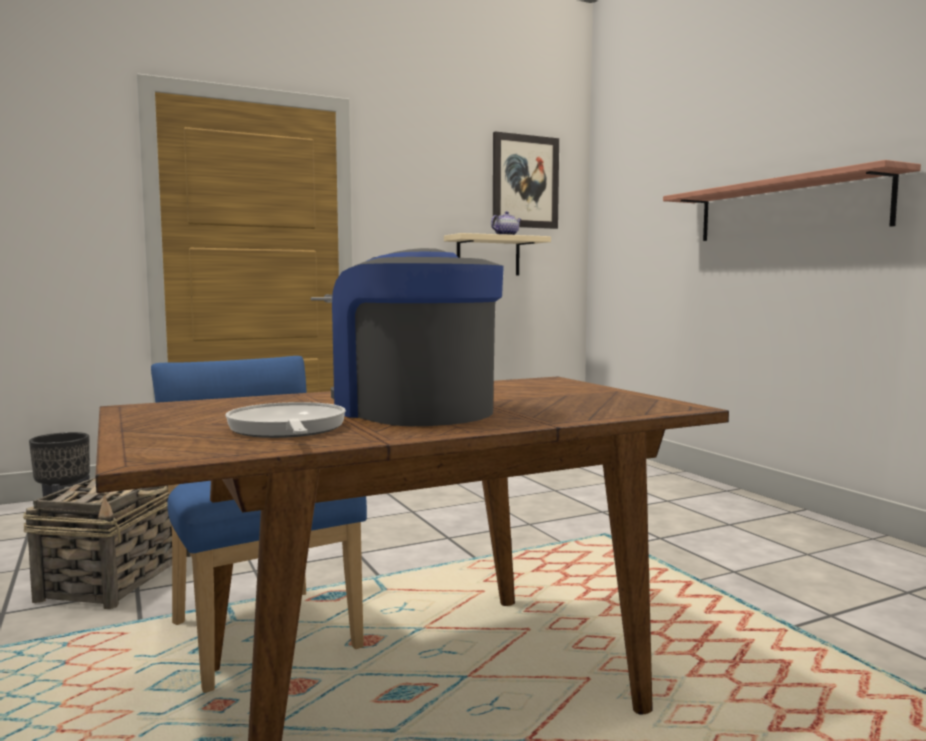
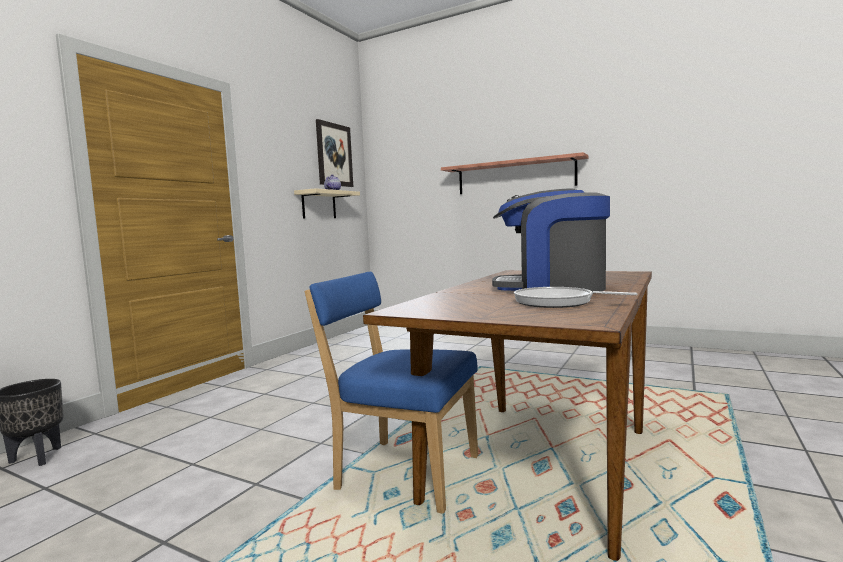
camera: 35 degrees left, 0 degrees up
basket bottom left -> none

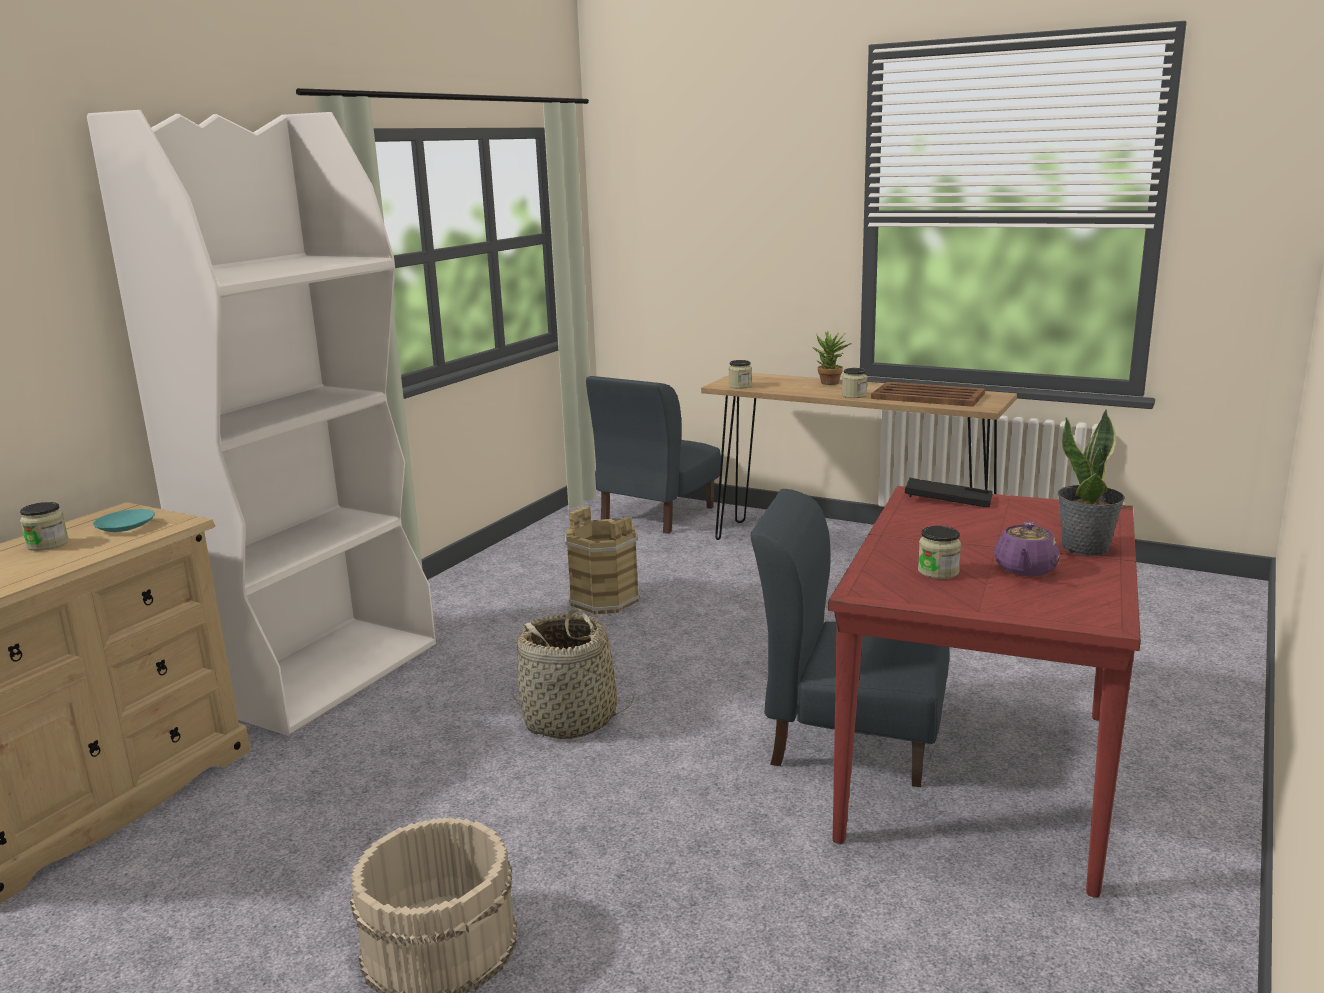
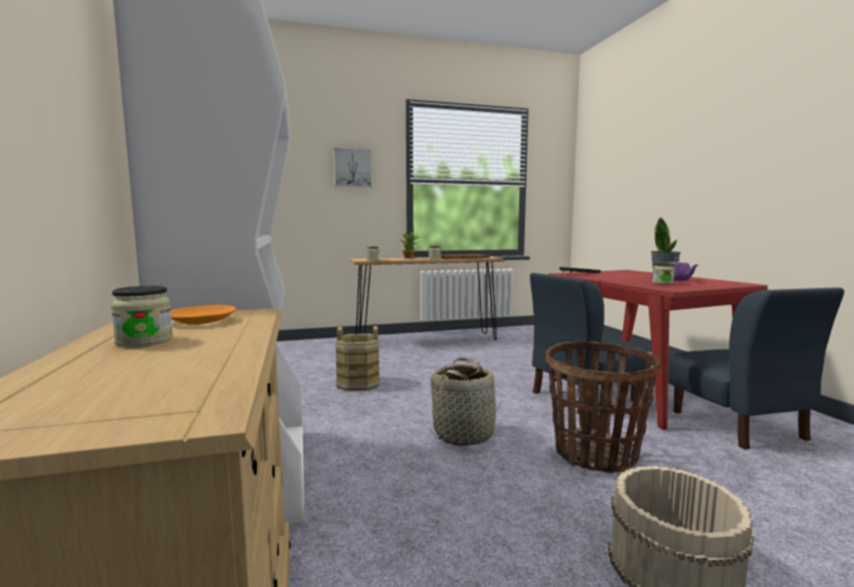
camera: 45 degrees left, 10 degrees down
bluish plain chair (1st from left in the first image) centre -> bluish plain chair (2nd from left) middle right, move
turquoise-coloured flat dish middle left -> orange-coloured flat dish middle left
none -> picture top centre
none -> basket (2nd from left) bottom right

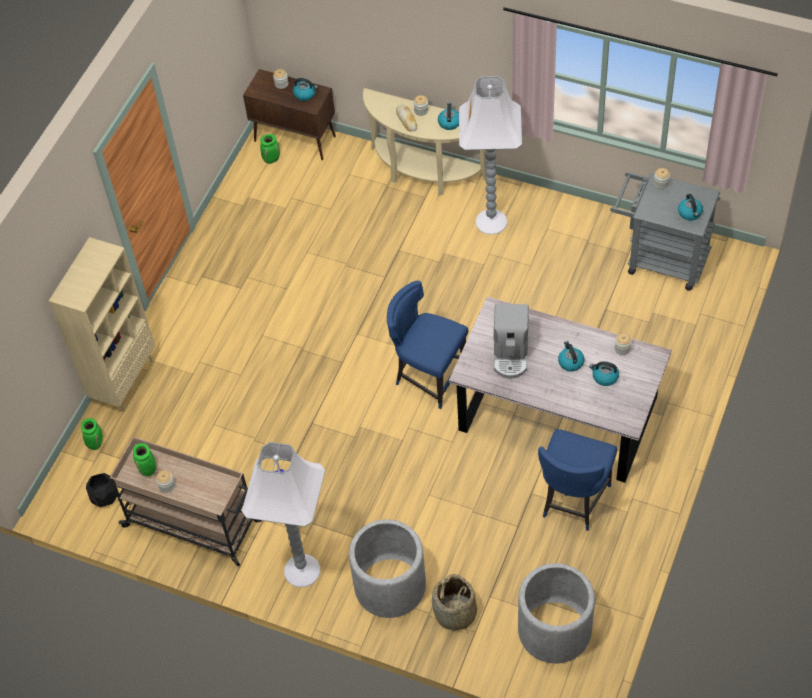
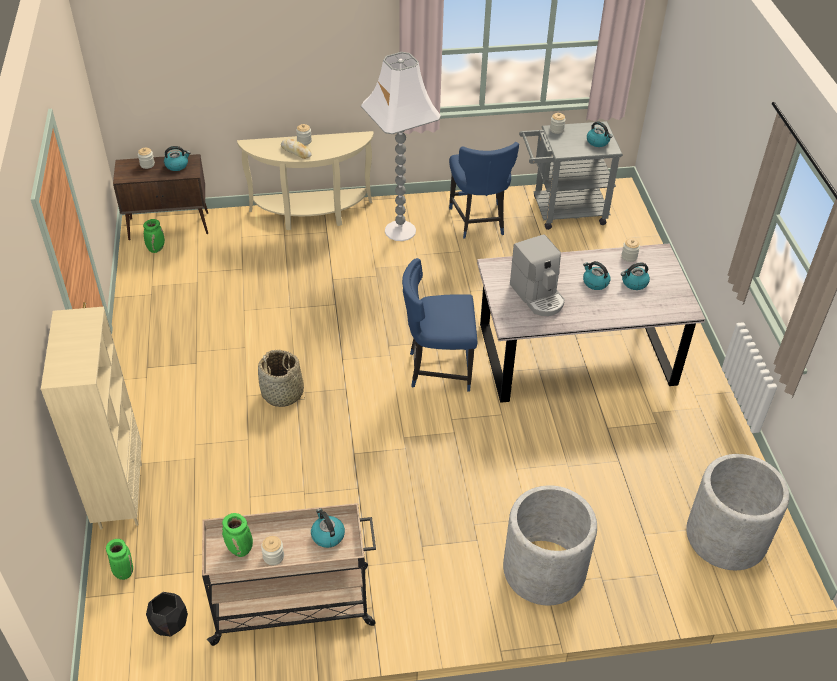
camera: 35 degrees left, 10 degrees down
kettle (2nd from left) top centre -> kettle (2nd from left) bottom centre, move
bluish plain chair (2nd from left) bottom right -> bluish plain chair (2nd from left) top centre, move
white floor lamp (1st from left) bottom centre -> none
basket bottom centre -> basket centre, move

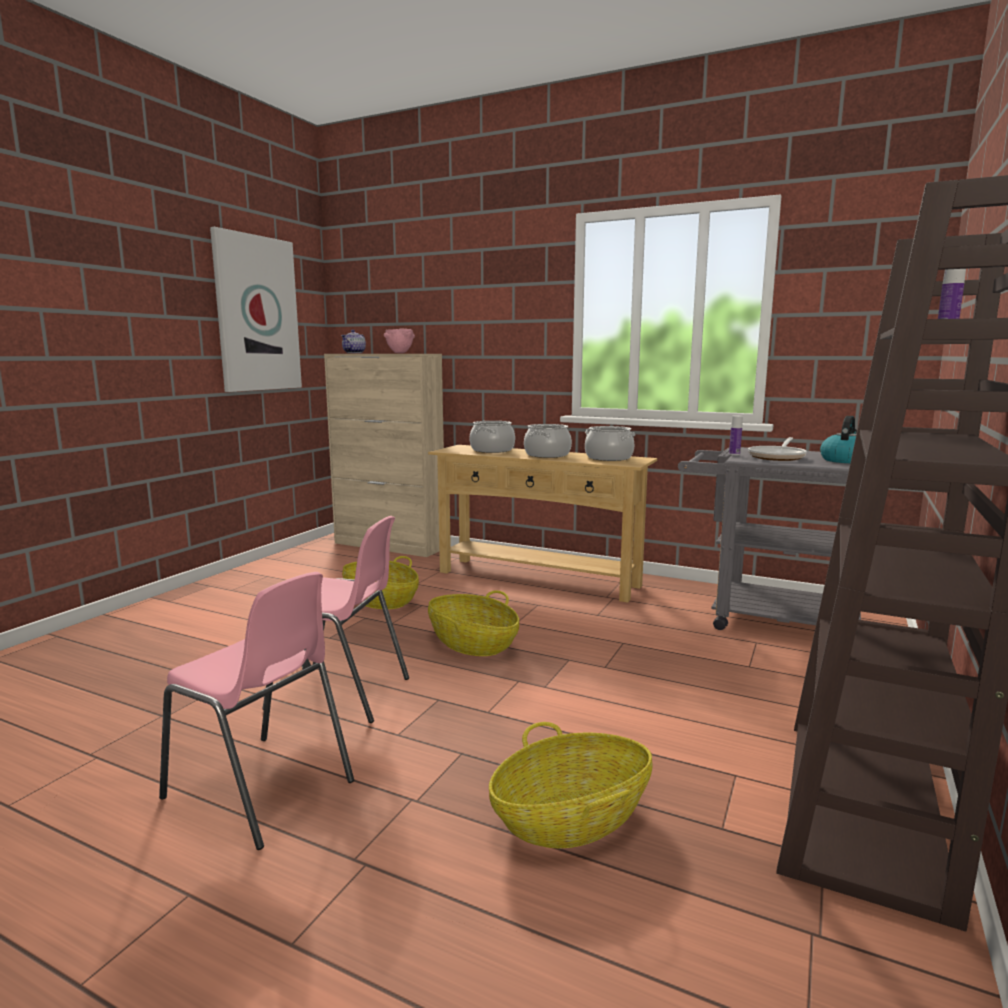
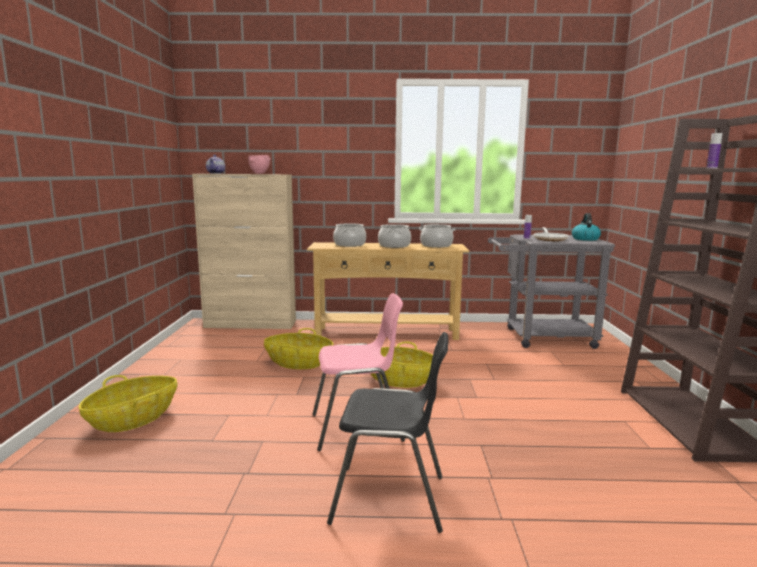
camera: 25 degrees left, 0 degrees up
picture top left -> none
pink-coloured plain chair (1st from left) bottom left -> black-coloured plain chair bottom centre
basket (3rd from left in the first image) bottom centre -> basket (1st from left) bottom left, move

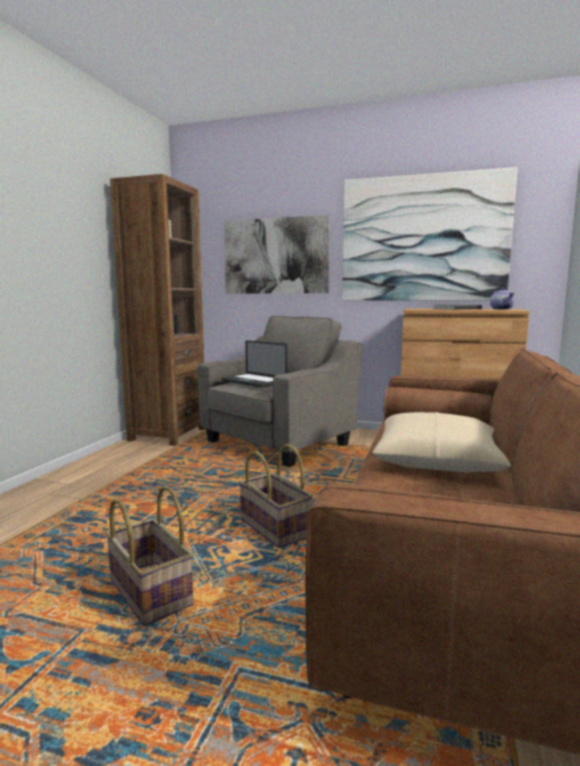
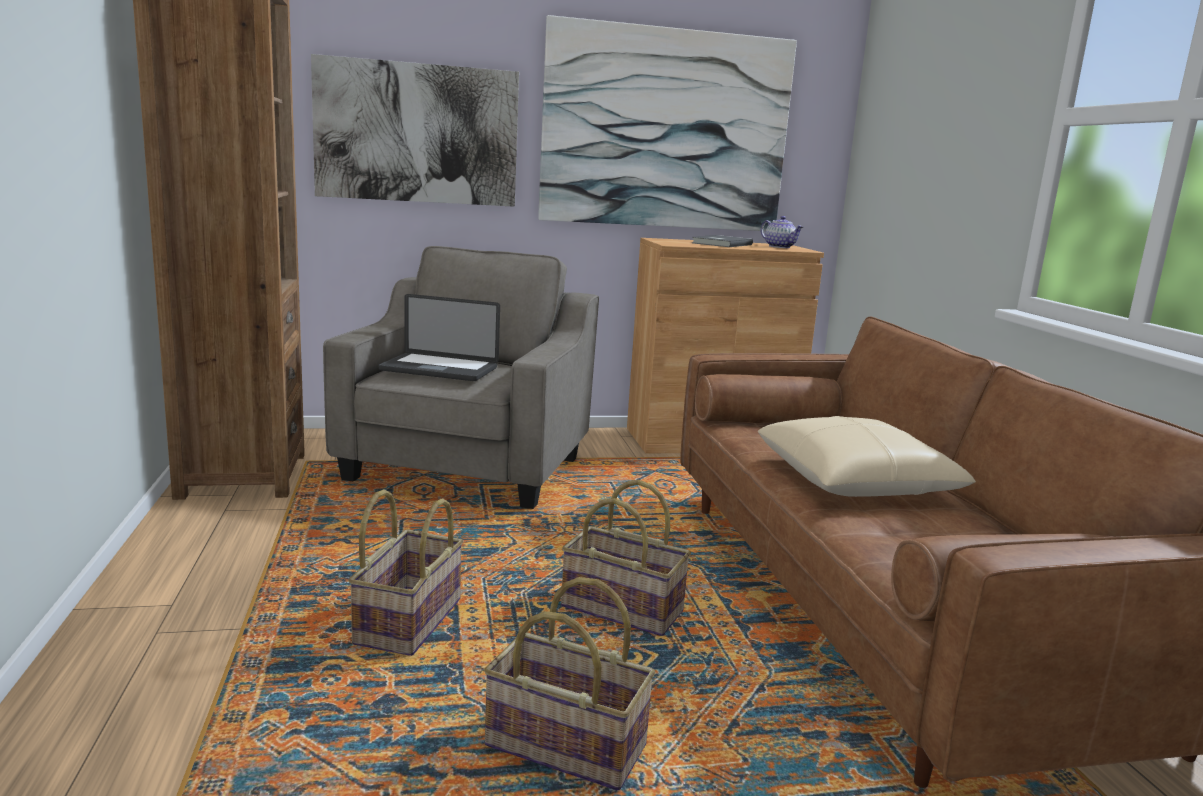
camera: 30 degrees left, 5 degrees up
none -> basket (1st from left) bottom centre

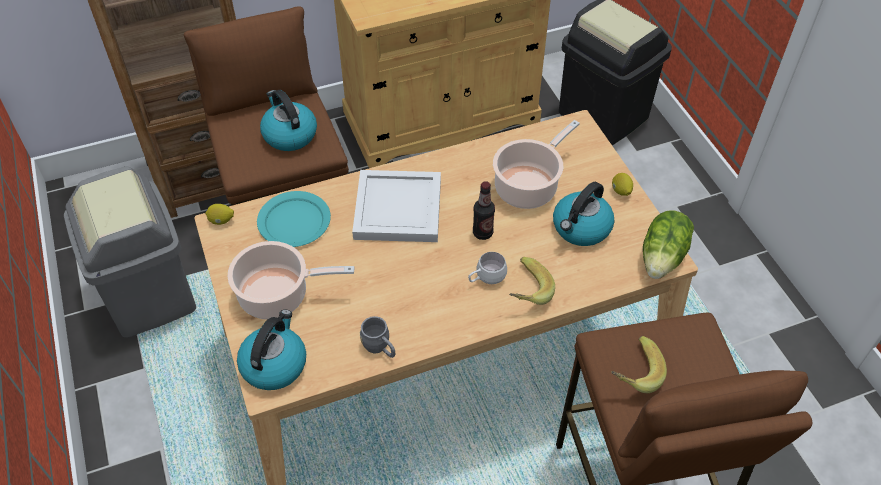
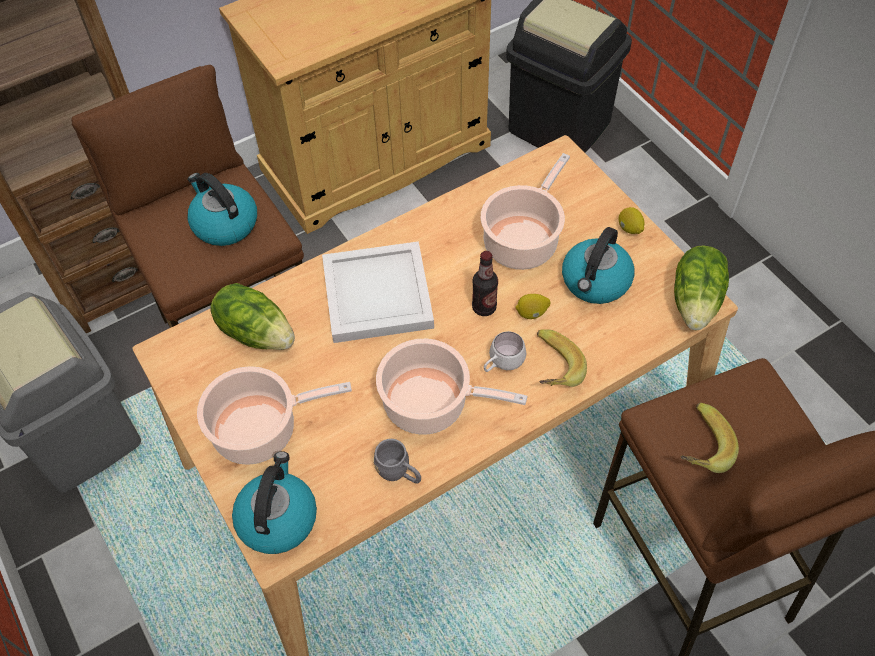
camera: 10 degrees left, 5 degrees up
turquoise-coloured flat dish centre -> lettuce head (1st from left) middle left
whole lemon (1st from left) middle left -> whole lemon (1st from left) centre, move
none -> cooking pot (2nd from left) centre

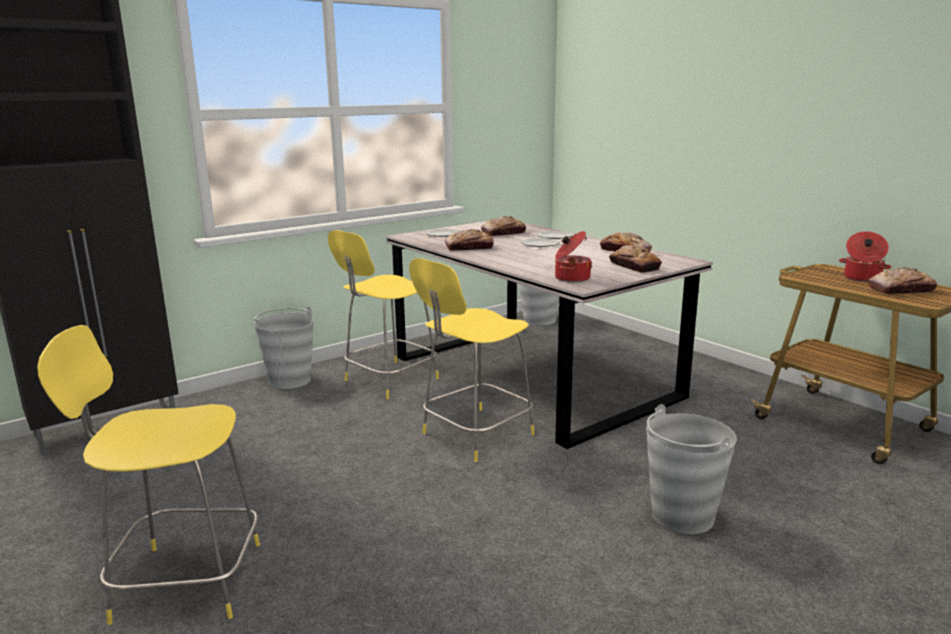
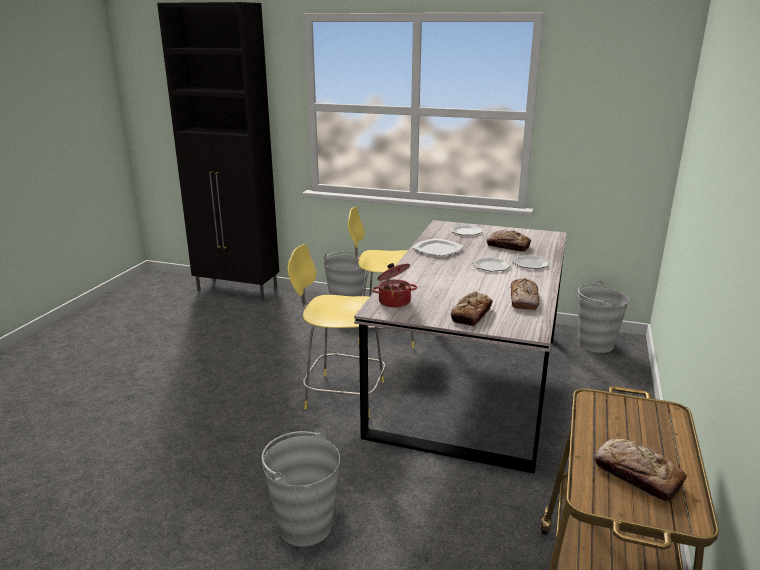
camera: 55 degrees right, 5 degrees up
bakery bread (1st from left) centre -> flat dish (1st from left) centre
cooking pot (2nd from left) middle right -> none
yellowish stool (1st from left) bottom left -> none

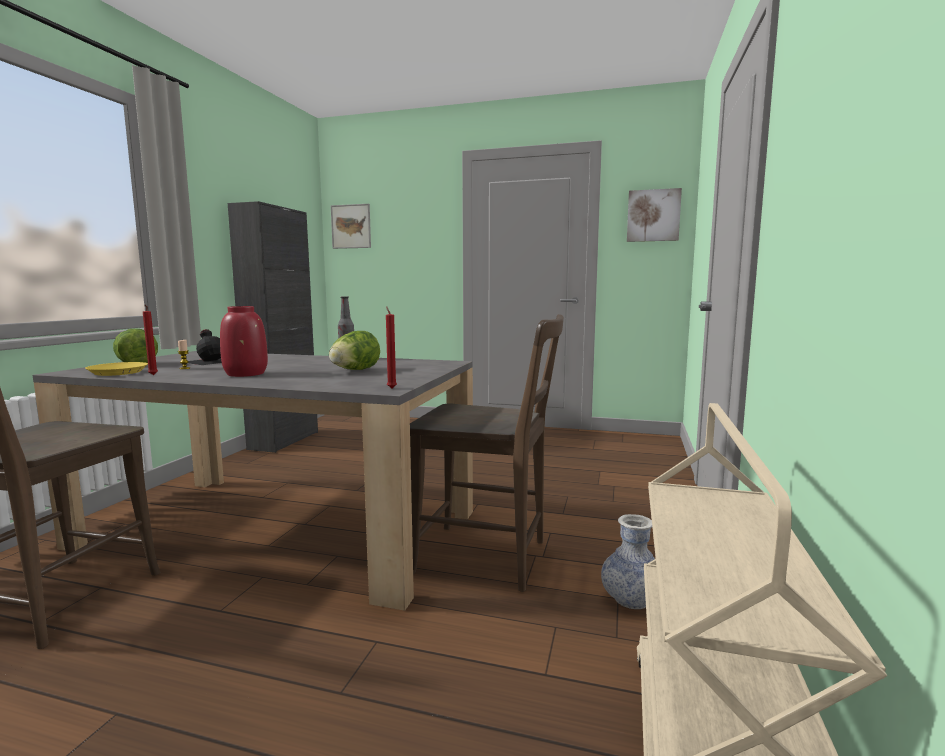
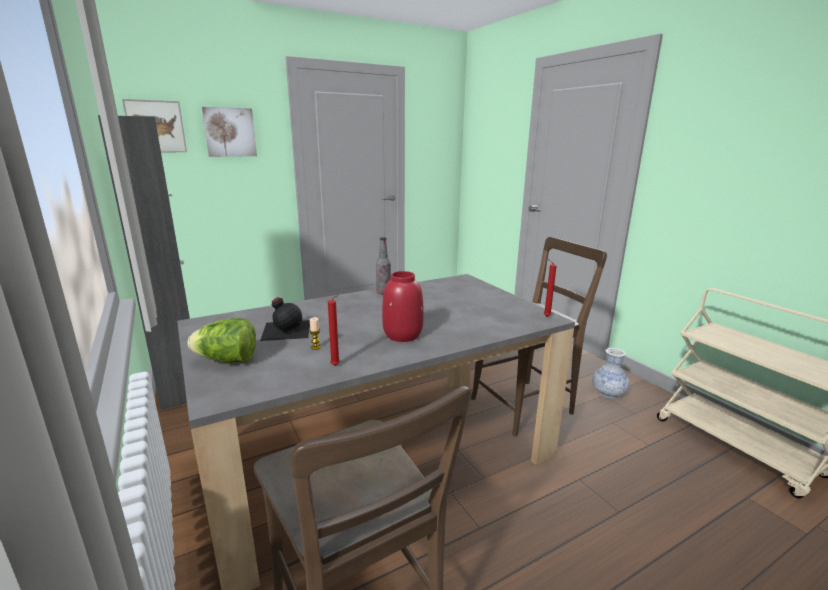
camera: 45 degrees left, 10 degrees up
picture (2nd from left) top right -> picture (2nd from left) top left, move
lettuce head (2nd from left) centre -> none
yellowish flat dish middle left -> none

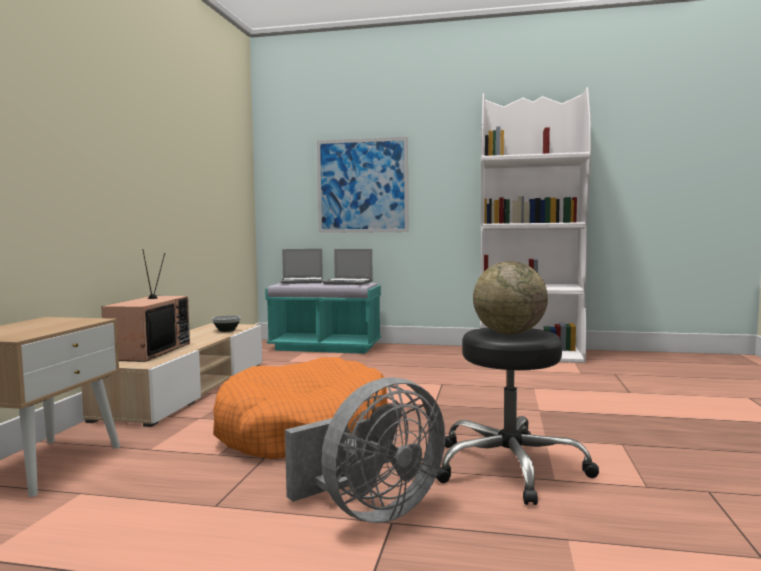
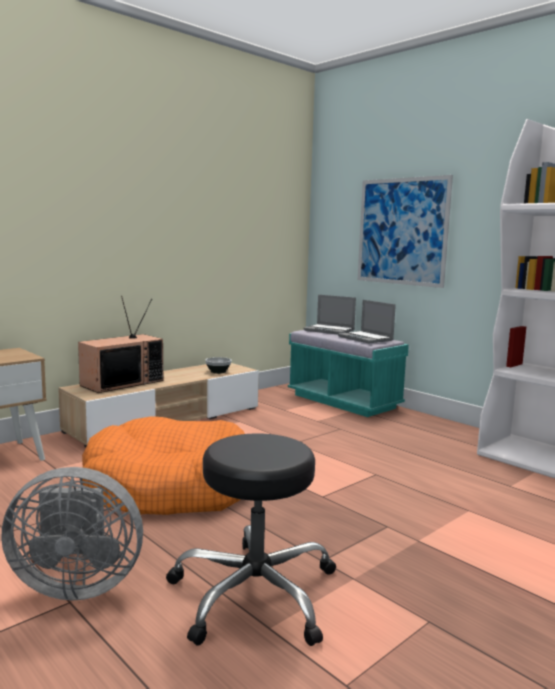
camera: 35 degrees right, 5 degrees up
desk globe middle right -> none

